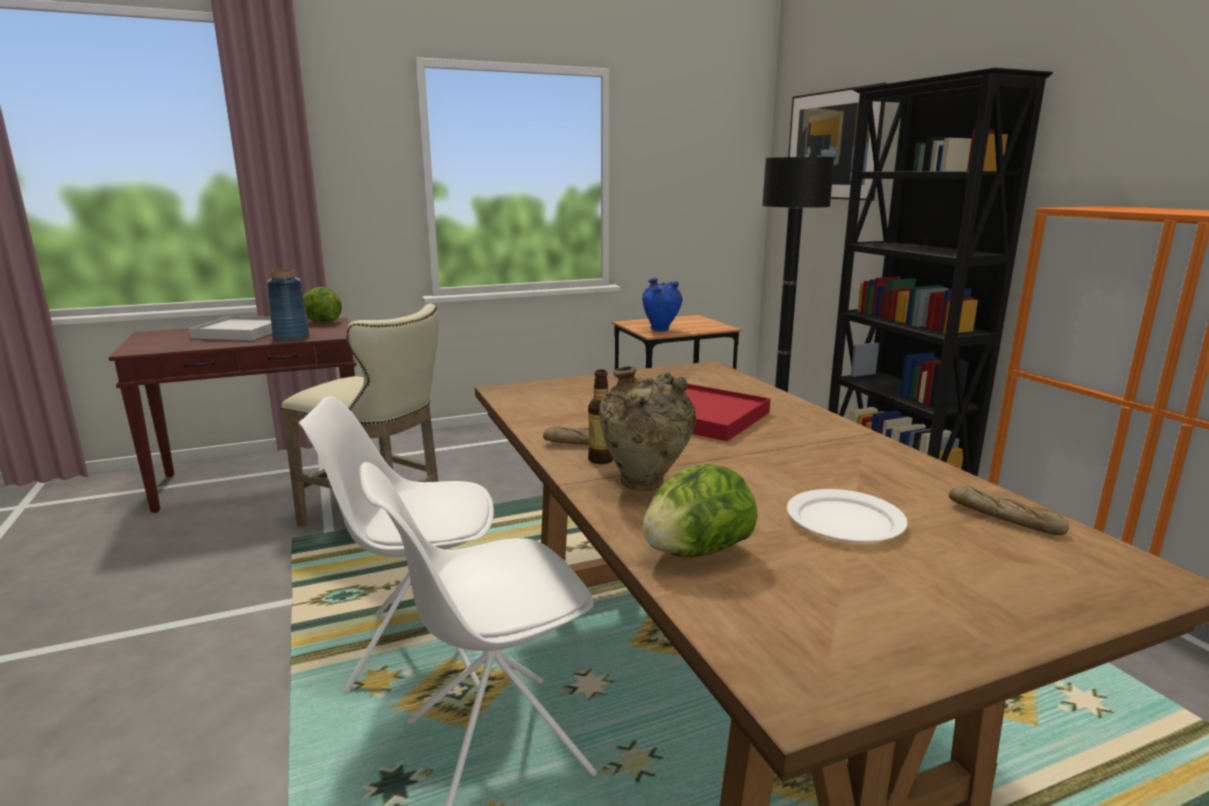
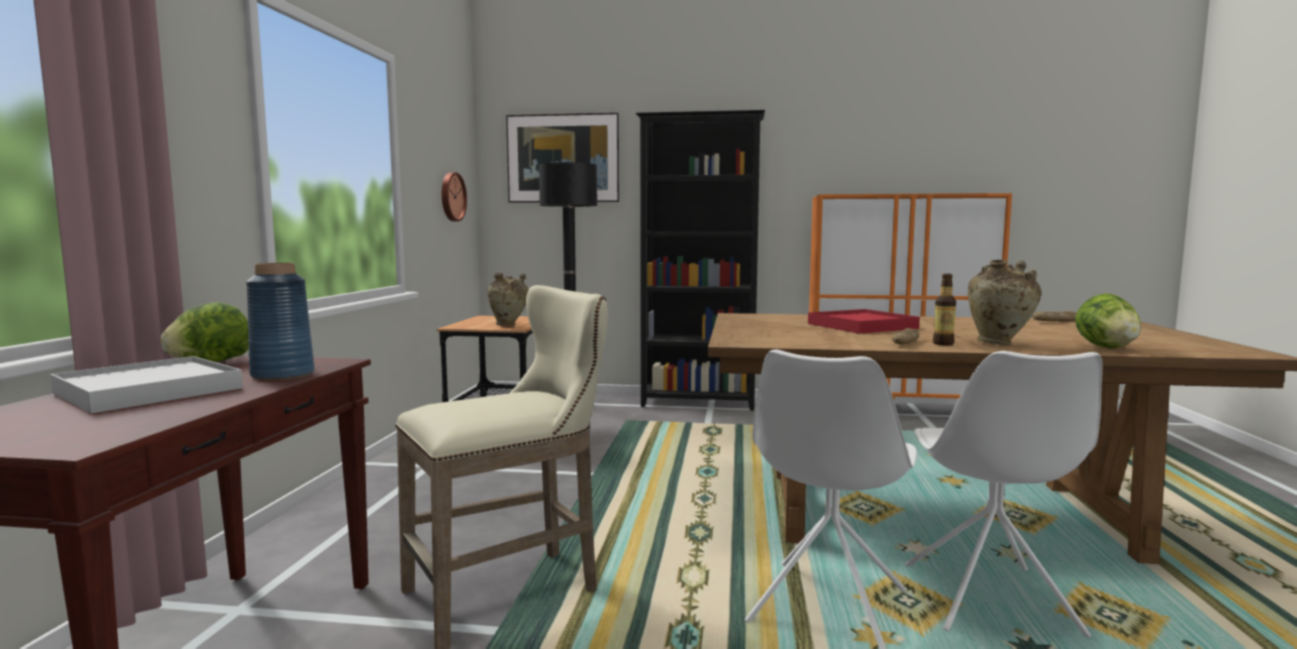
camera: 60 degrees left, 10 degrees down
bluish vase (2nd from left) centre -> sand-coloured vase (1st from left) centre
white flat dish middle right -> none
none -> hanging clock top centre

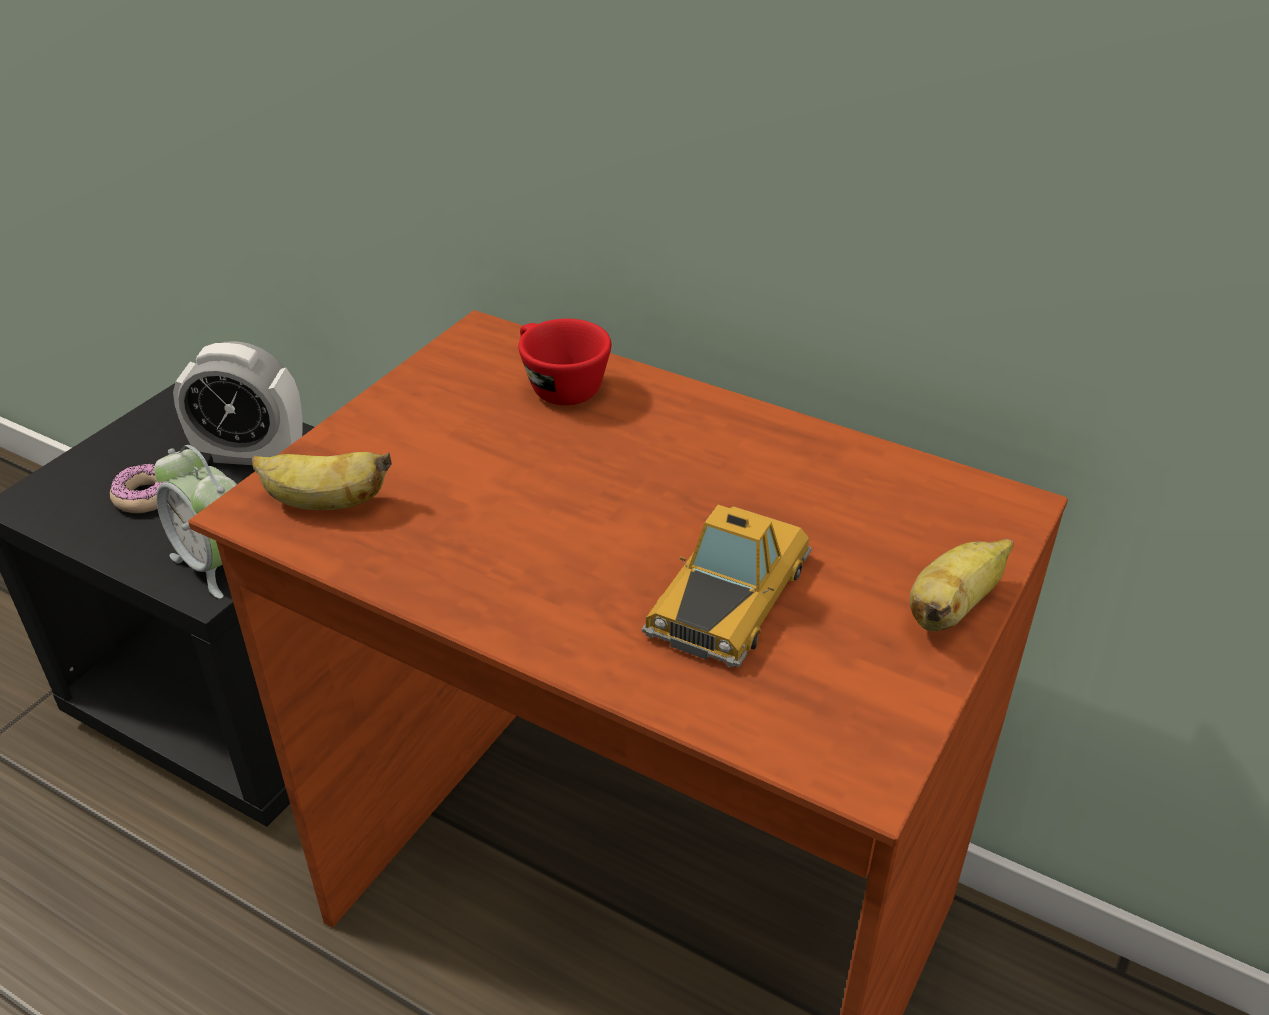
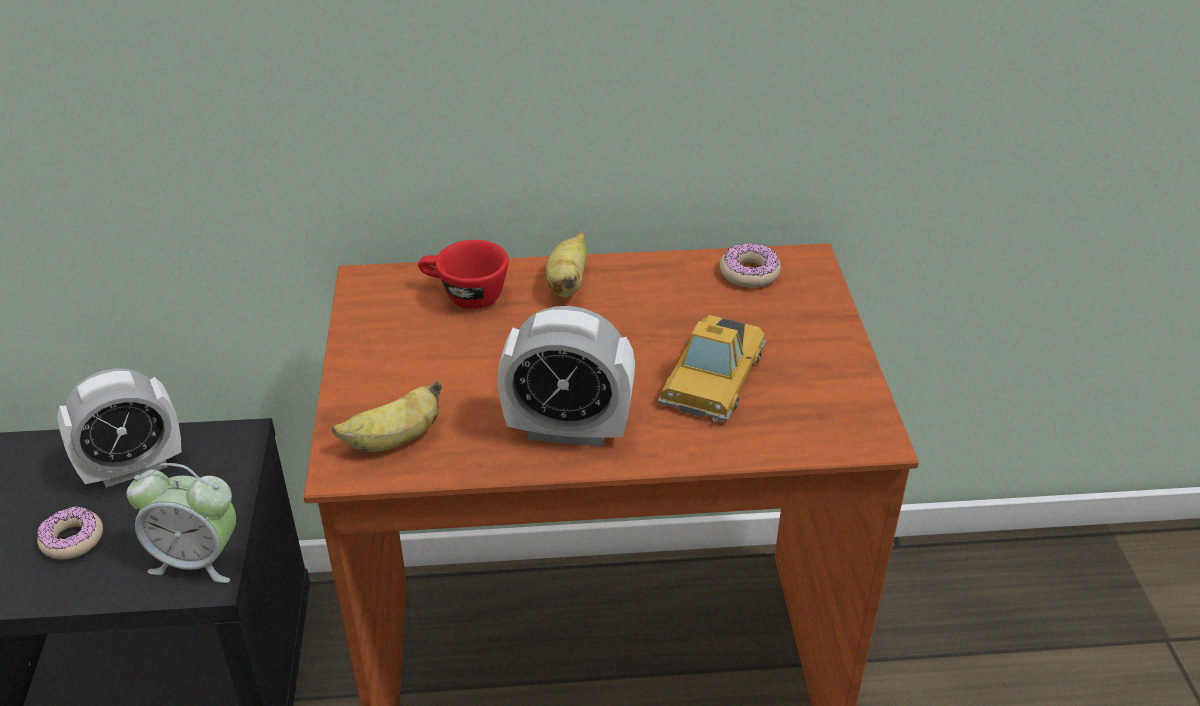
camera: 35 degrees left, 0 degrees up
model car centre, 150 degrees counterclockwise
whole banana (2nd from left) middle right -> whole banana (2nd from left) centre, move
none -> ring doughnut (2nd from left) centre
none -> alarm clock (3rd from left) centre

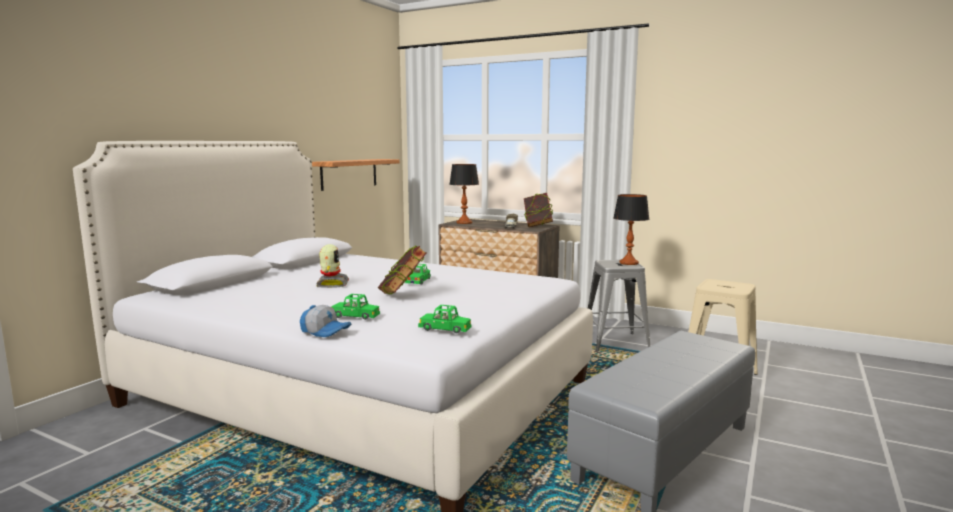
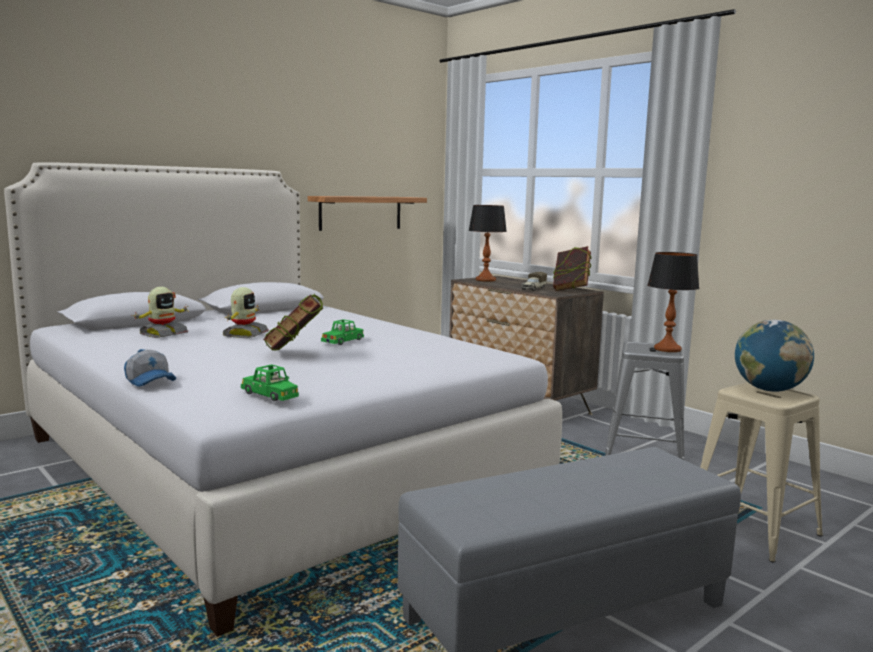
camera: 20 degrees right, 0 degrees up
greenish model car (1st from left) centre -> none
none -> model robot (1st from left) middle left
none -> desk globe middle right

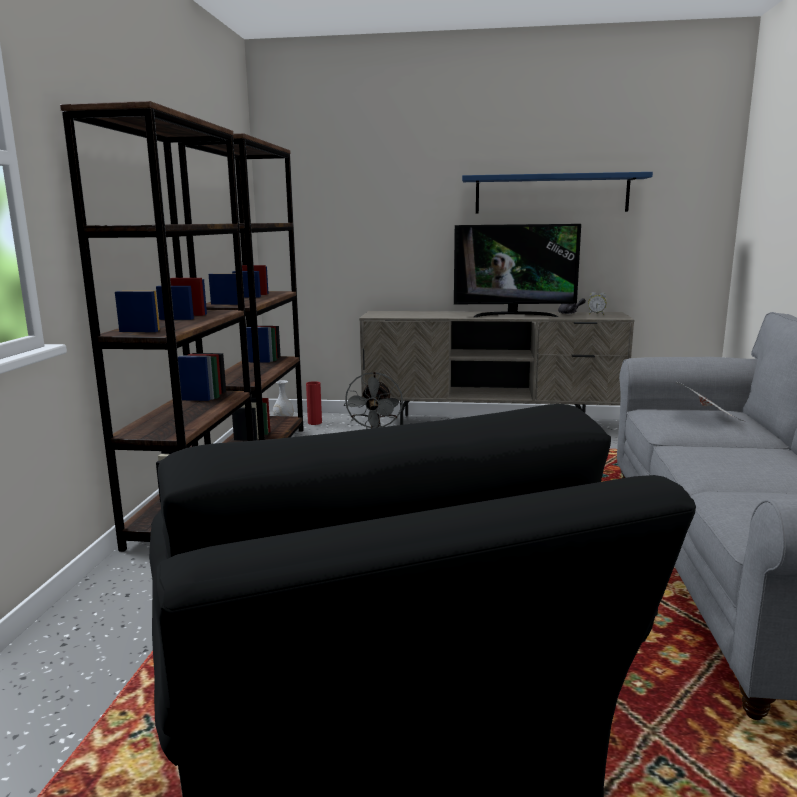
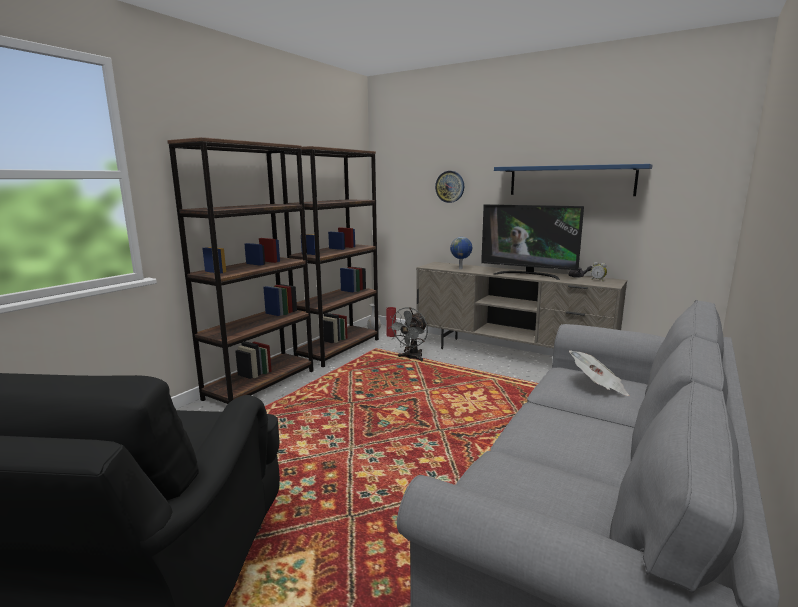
camera: 25 degrees right, 0 degrees up
none -> hanging clock top centre
none -> desk globe centre

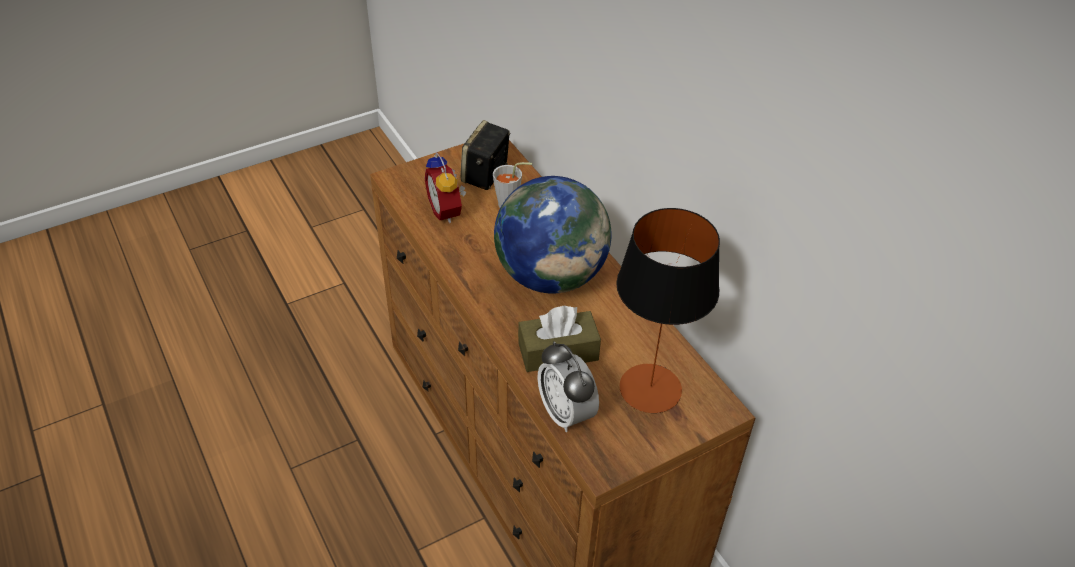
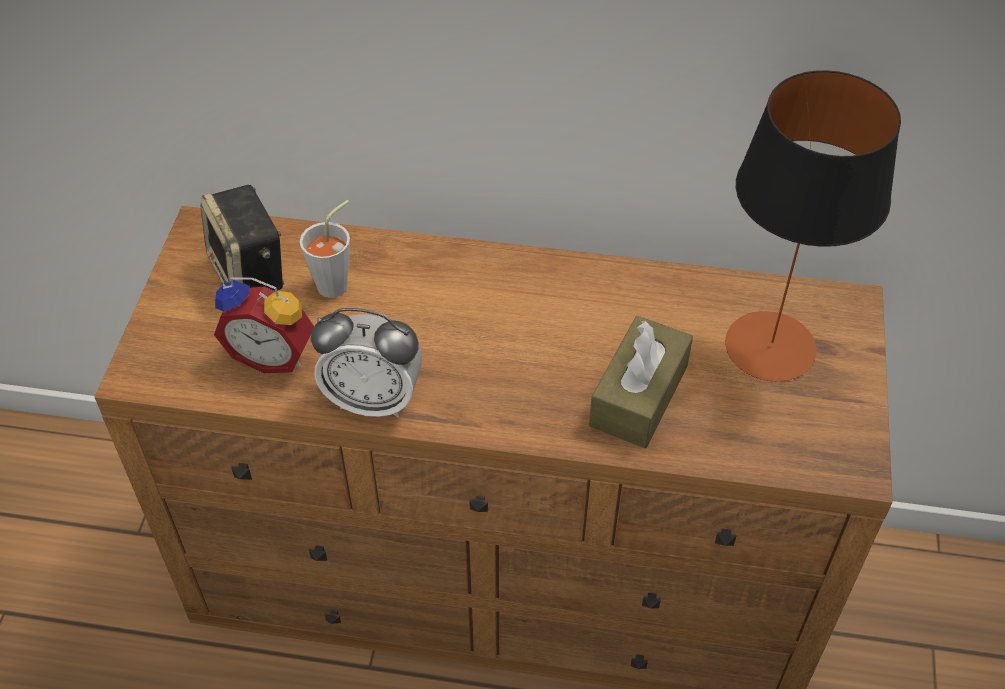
camera: 50 degrees left, 5 degrees up
desk globe centre -> none
alarm clock (2nd from left) bottom centre -> alarm clock (2nd from left) centre, move

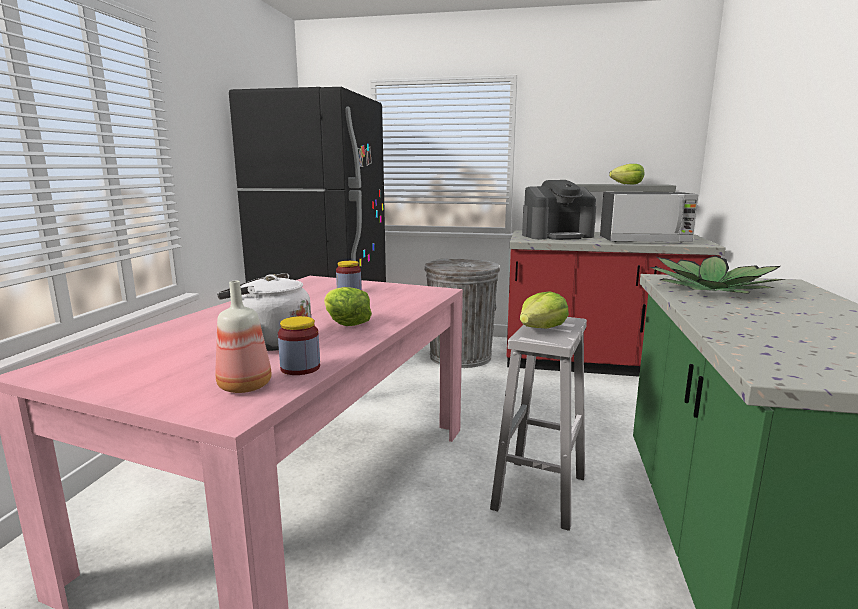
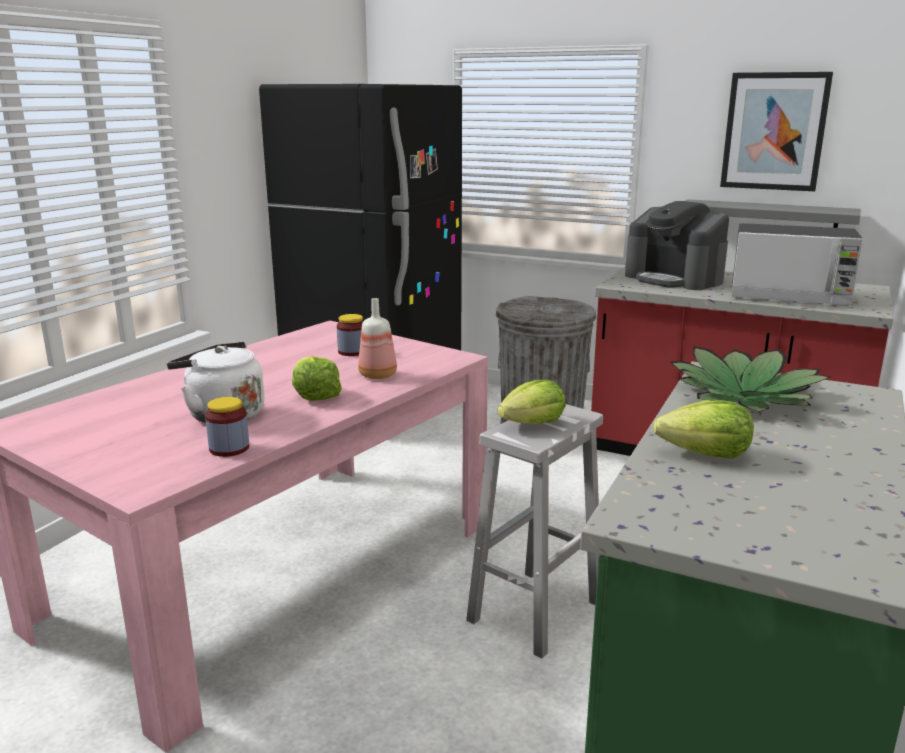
camera: 15 degrees right, 5 degrees up
lettuce head (3rd from left) top right -> lettuce head (3rd from left) middle right, move
coffee brewer centre -> coffee brewer top right, 45 degrees clockwise
beverage bottle middle left -> beverage bottle centre, move
none -> picture top right

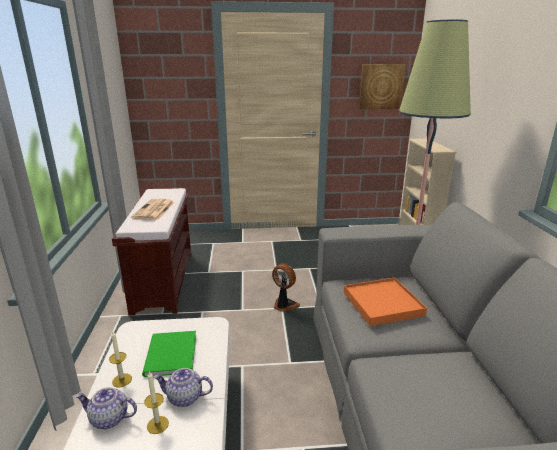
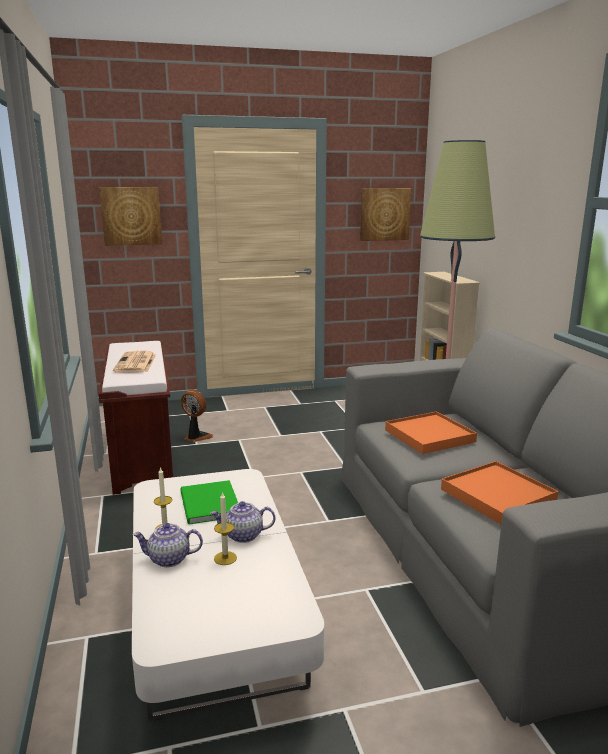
camera: 10 degrees left, 5 degrees down
fan centre -> fan middle left, move
none -> picture (1st from left) top left
none -> orange-coloured tray (2nd from left) middle right

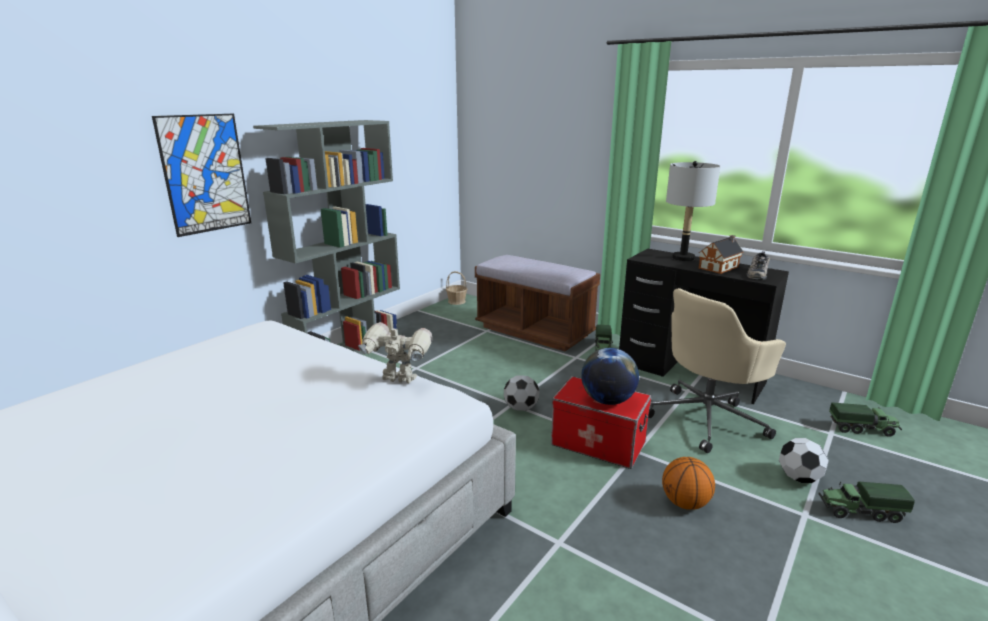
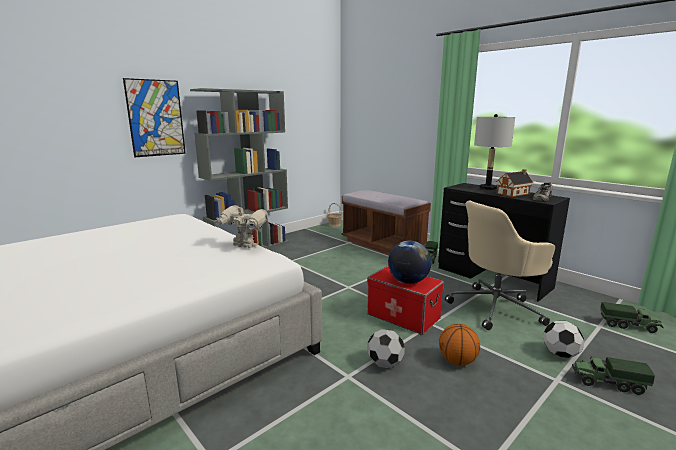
camera: 10 degrees right, 5 degrees down
football ball (1st from left) centre -> football ball (1st from left) bottom centre, move

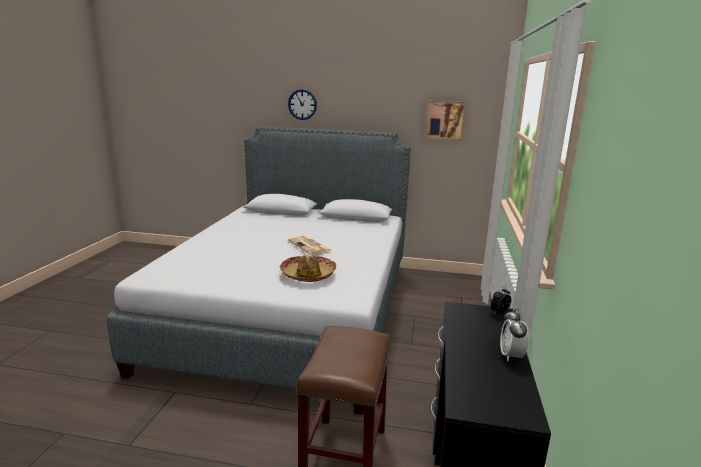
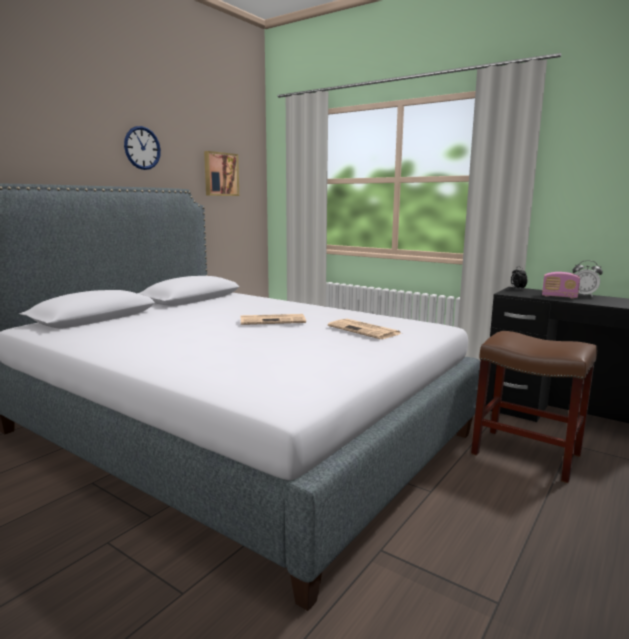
camera: 65 degrees left, 5 degrees down
hanging clock top centre -> hanging clock top left, move
clothing hat centre -> newspaper (2nd from left) centre
none -> radio middle right

